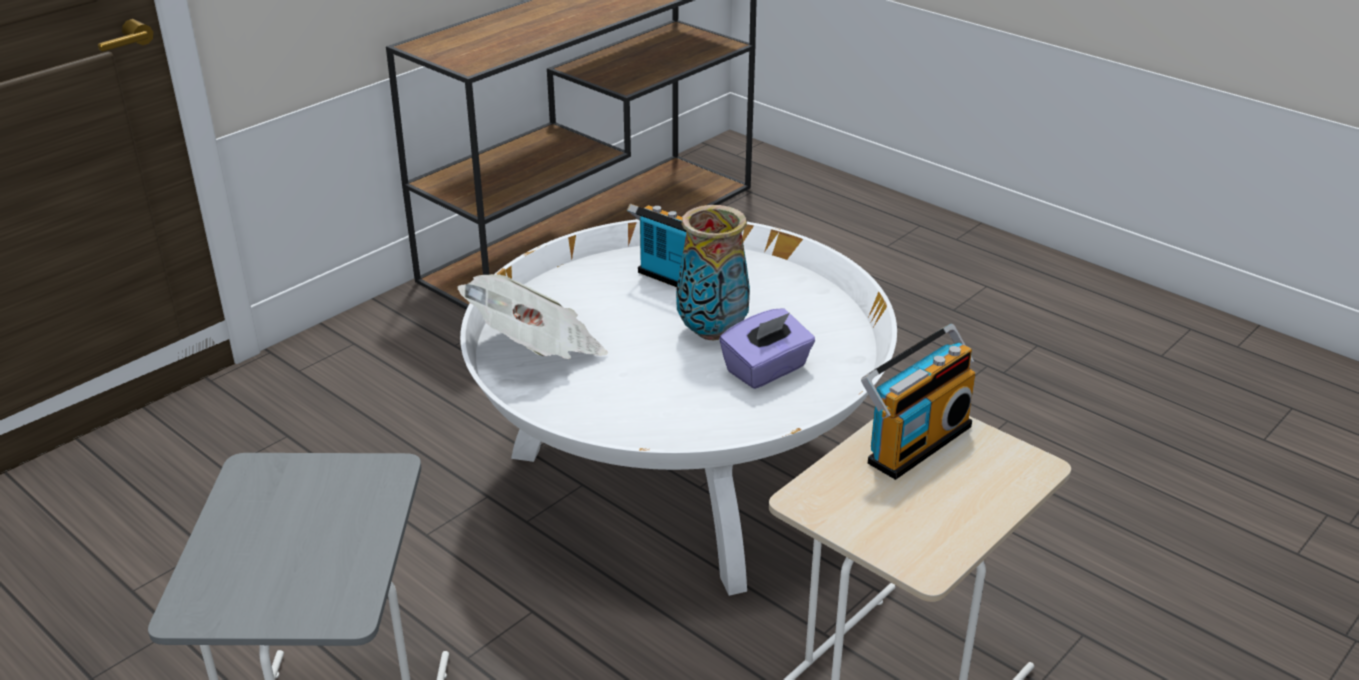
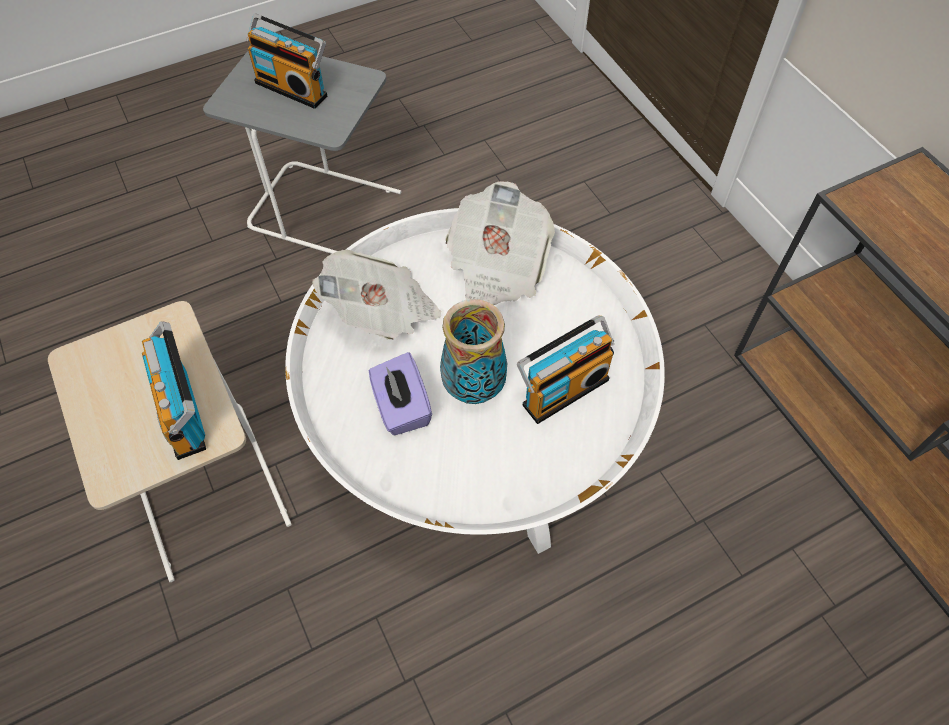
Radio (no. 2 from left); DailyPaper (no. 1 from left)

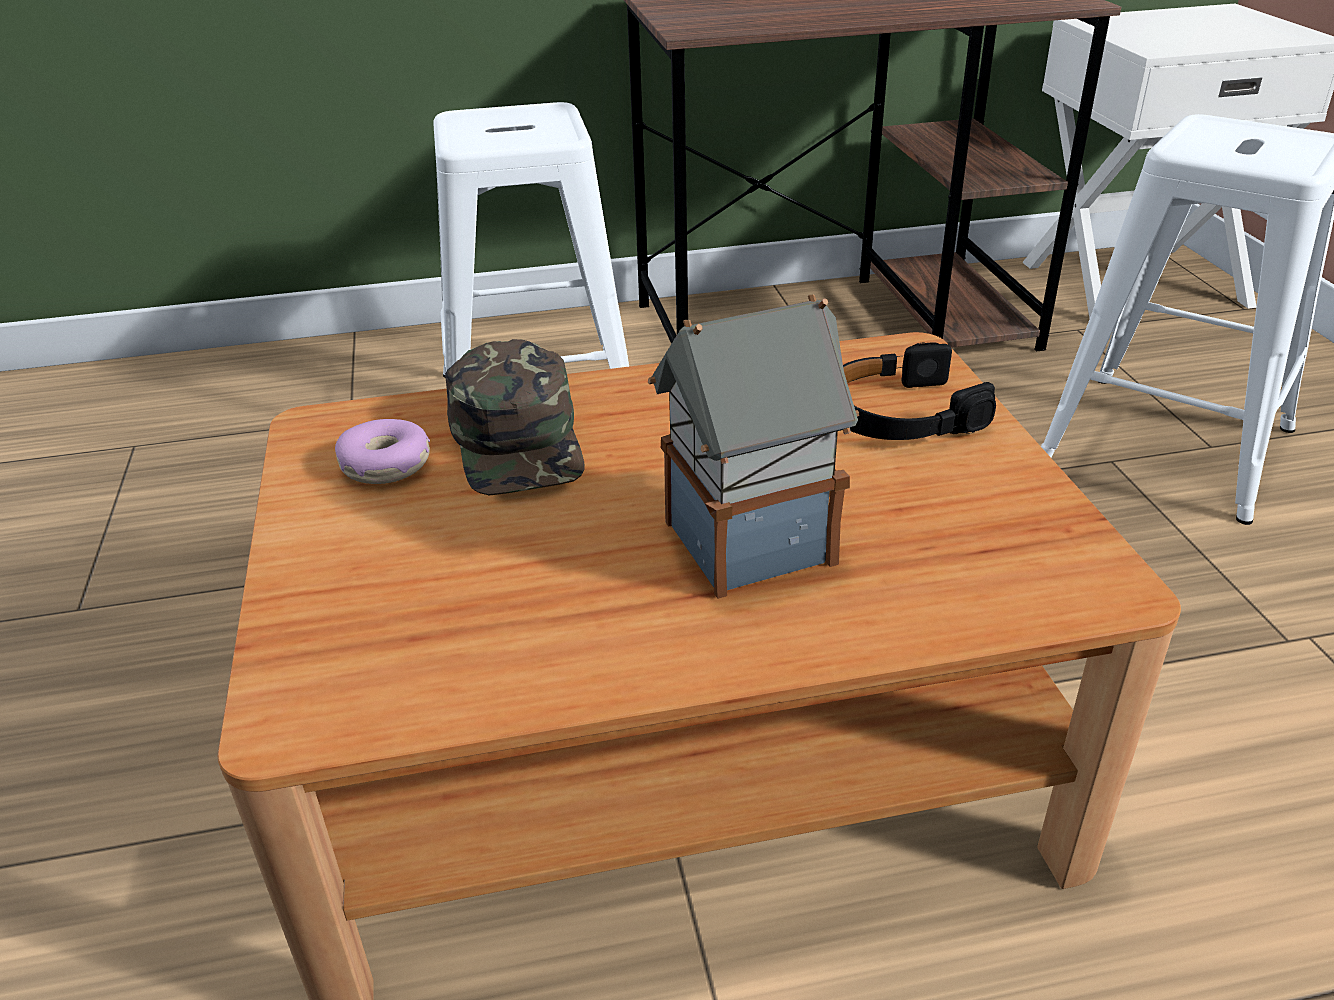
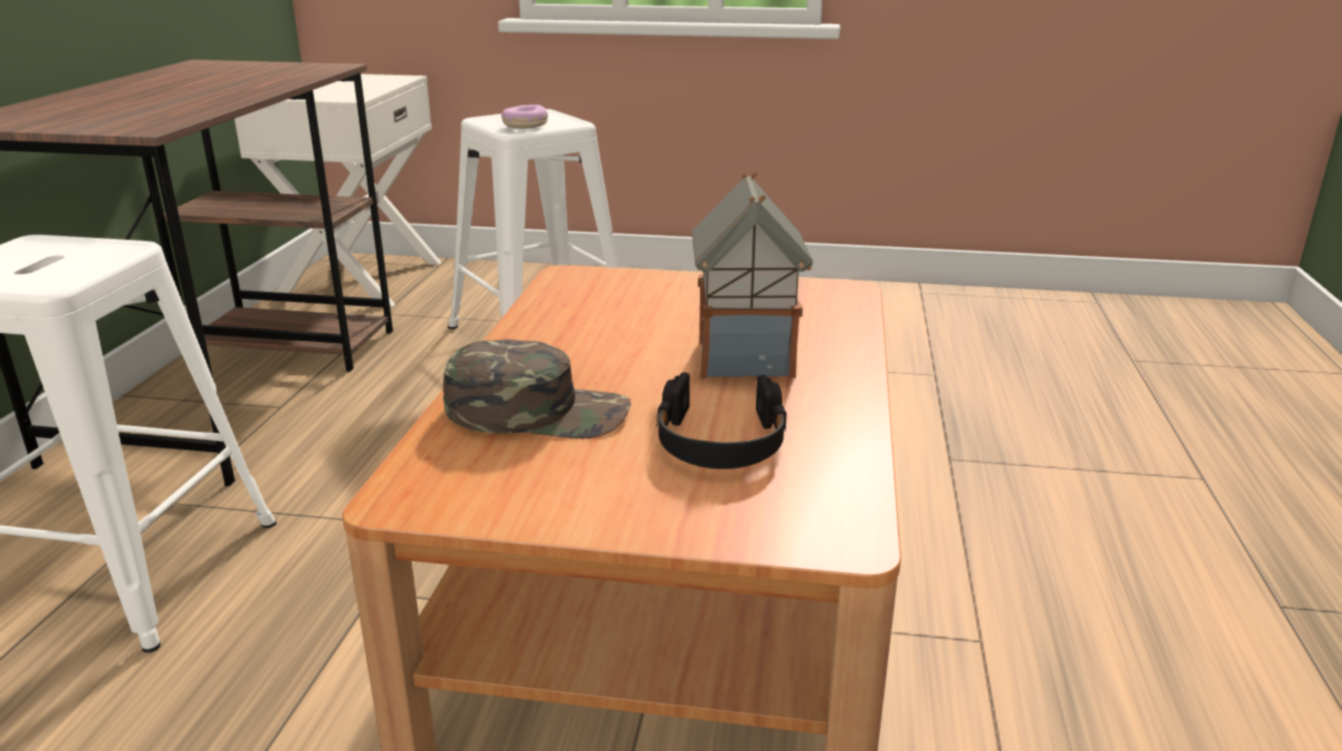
RingDoughnut; BlackPairOfHeadphones

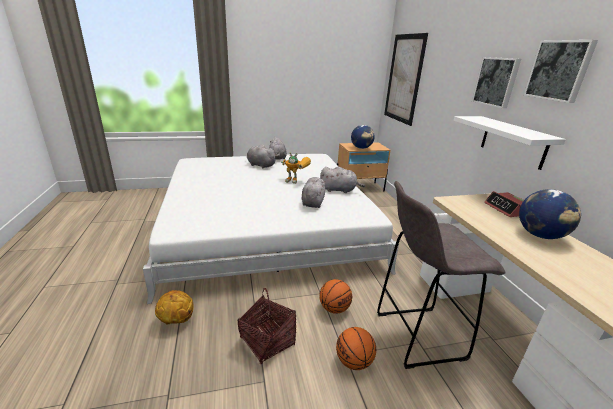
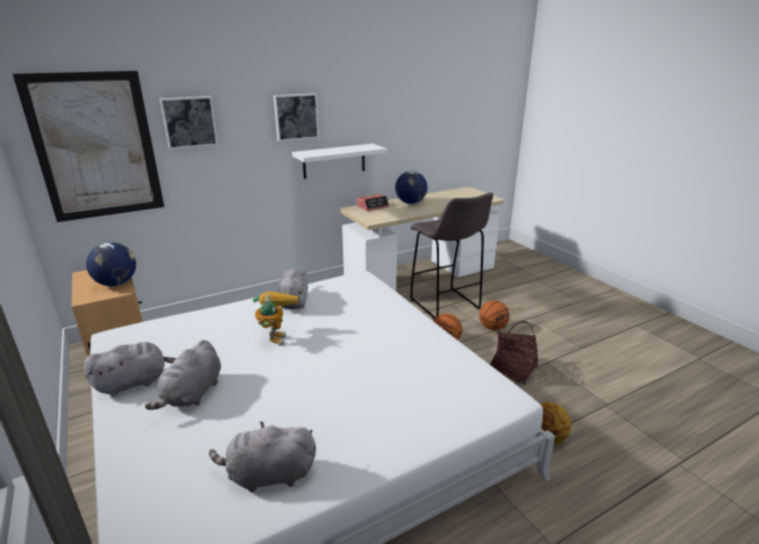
GrayCuddlyToy (no. 3 from left); WallArt (no. 2 from left)

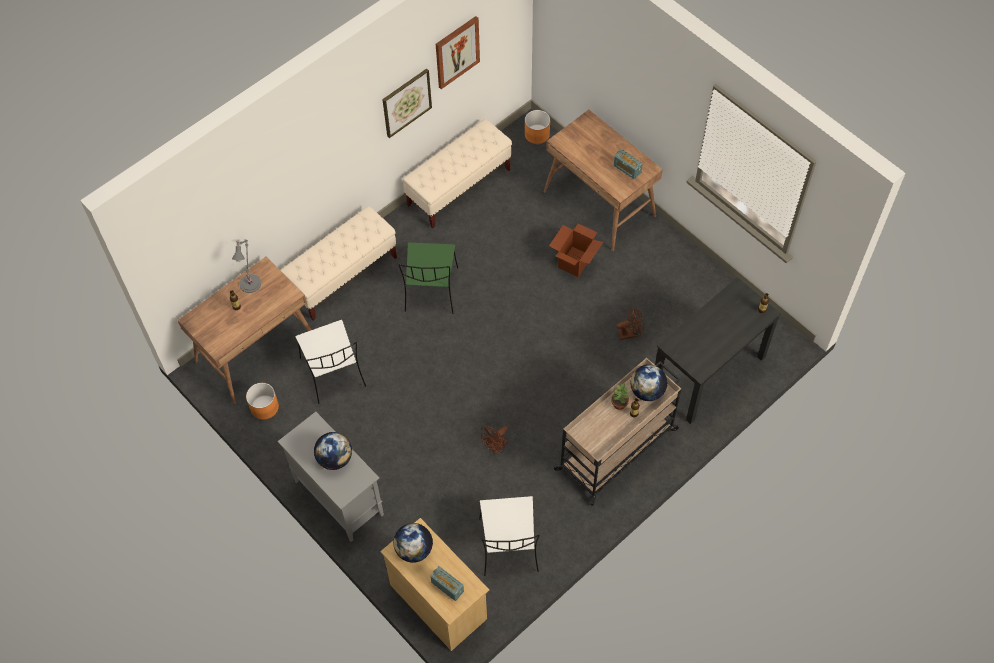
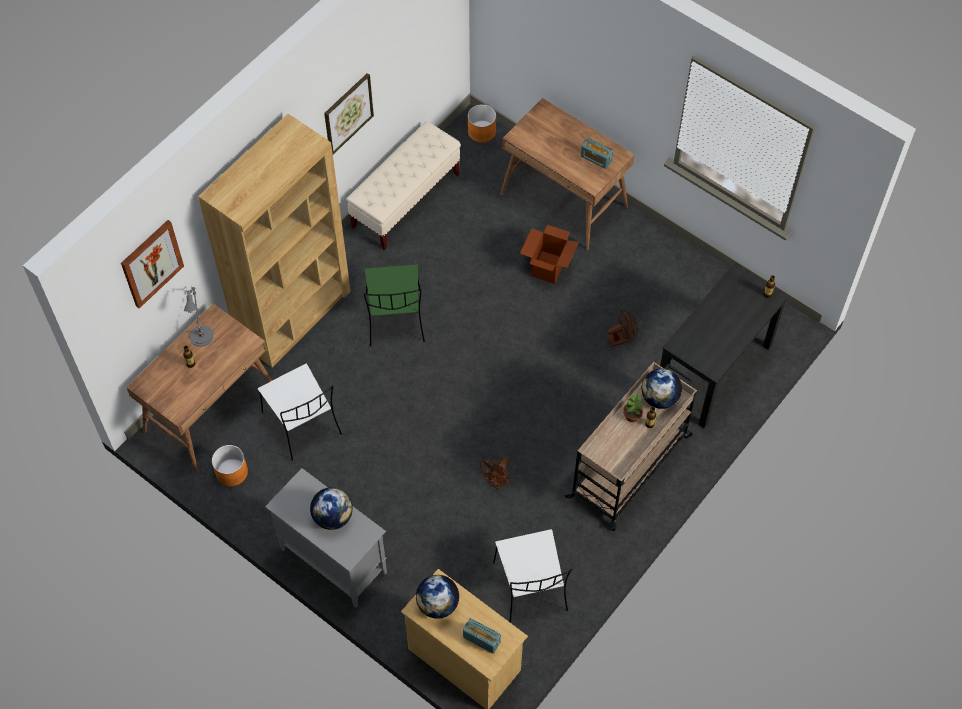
BrownishBookshelf; WallArt (no. 1 from left)

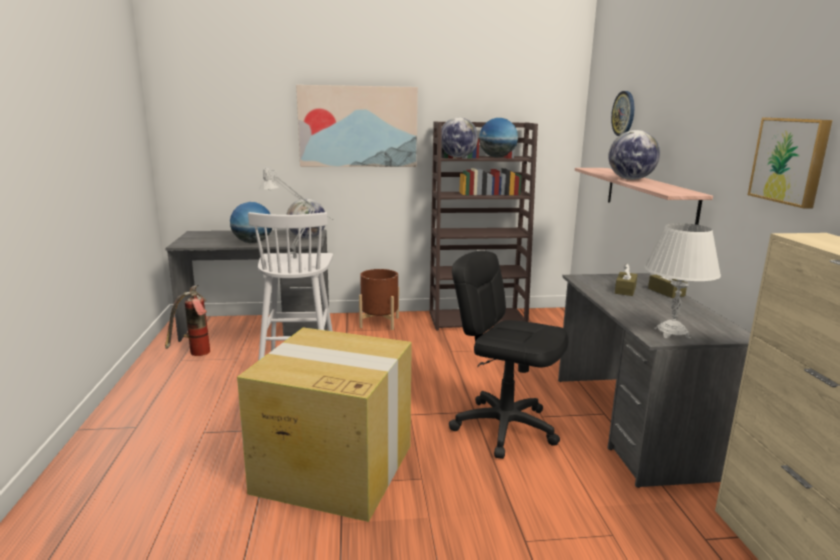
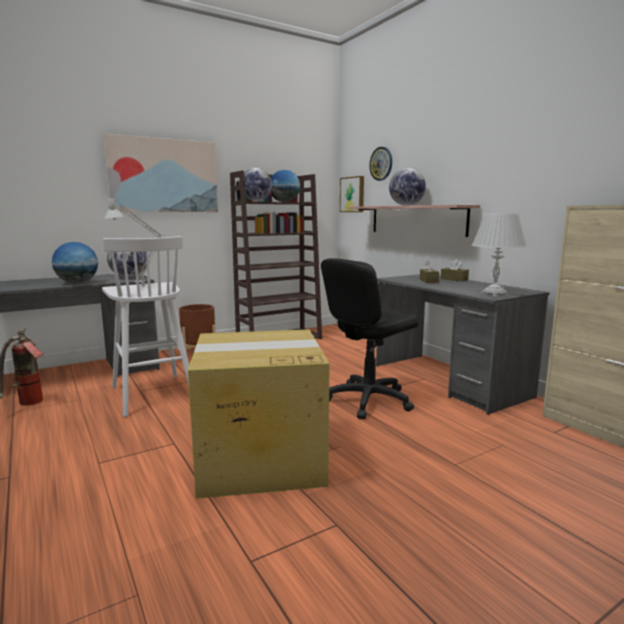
BlackDeskChair; WallArt (no. 2 from left)

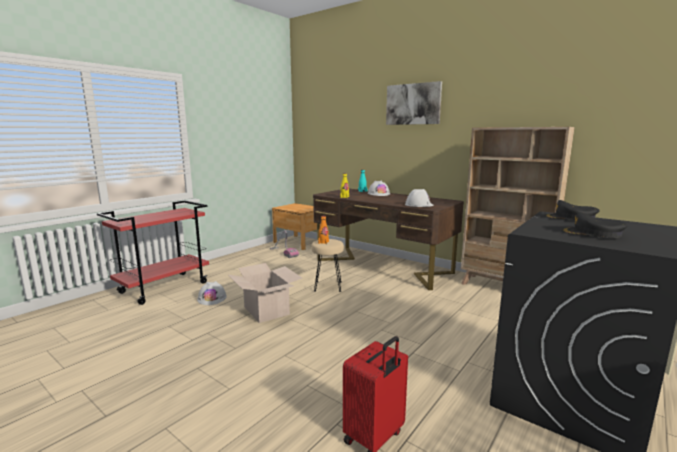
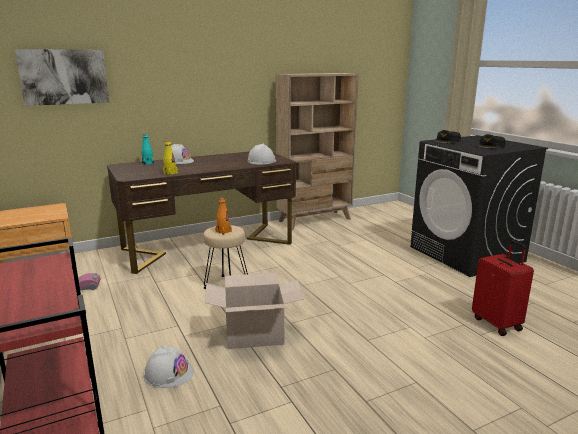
WallArt

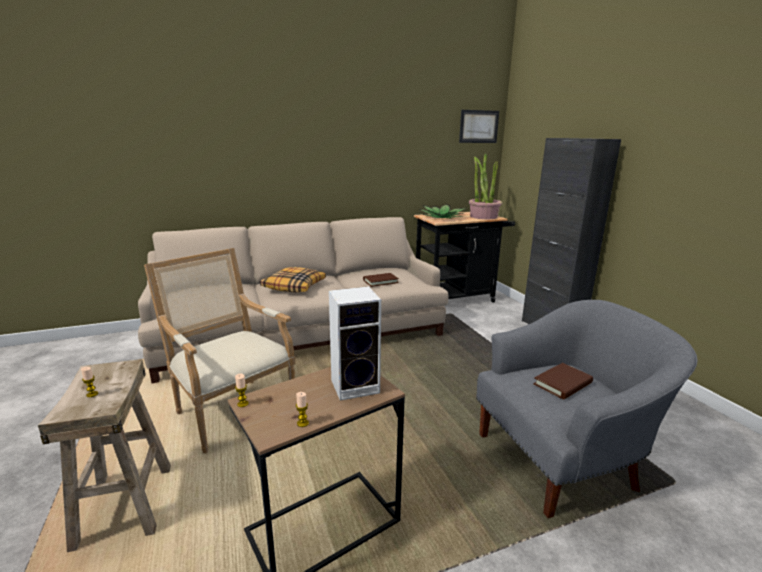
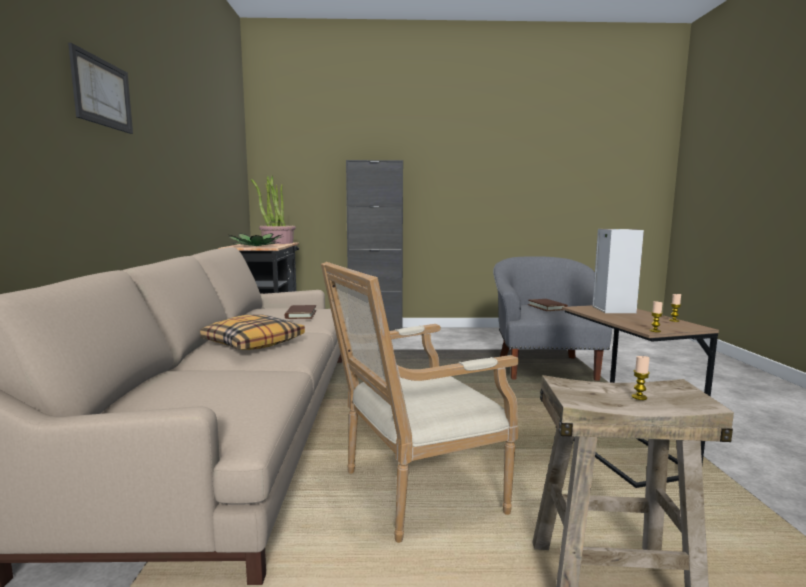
WallArt

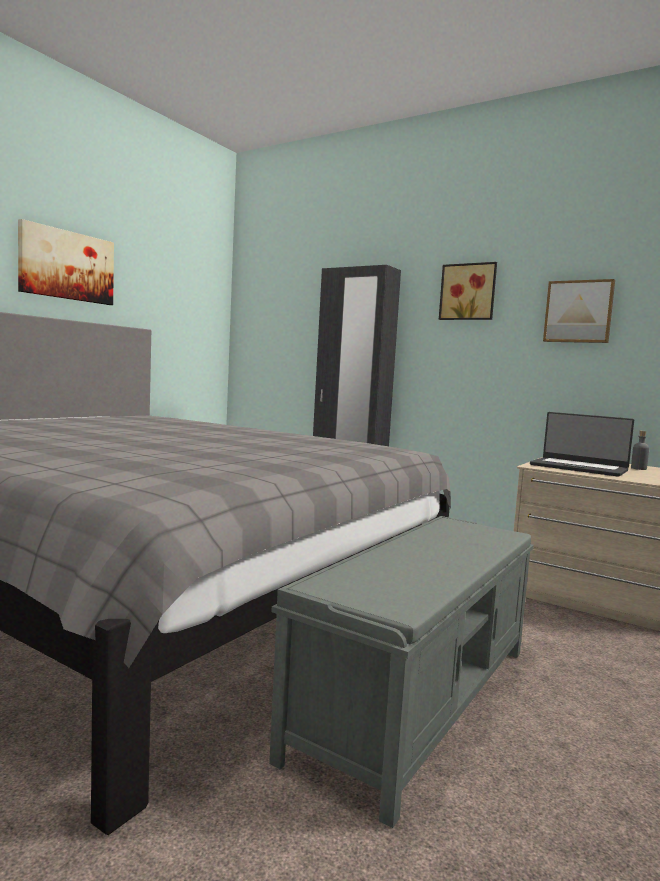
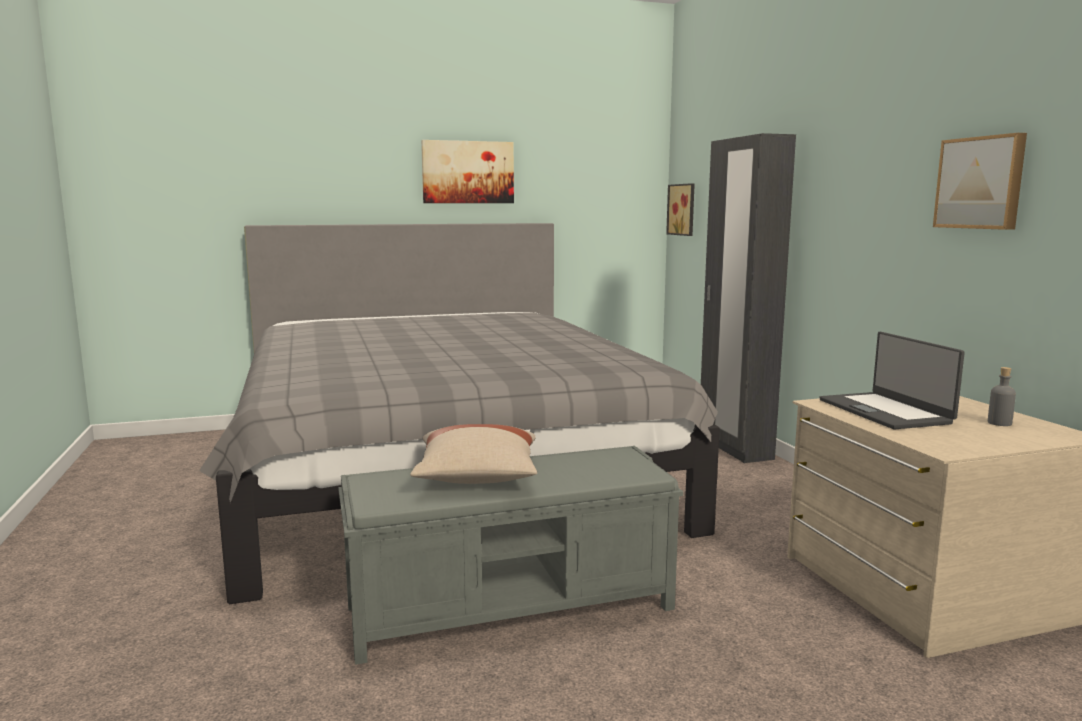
WallArt (no. 2 from left); BeigeThrowPillow

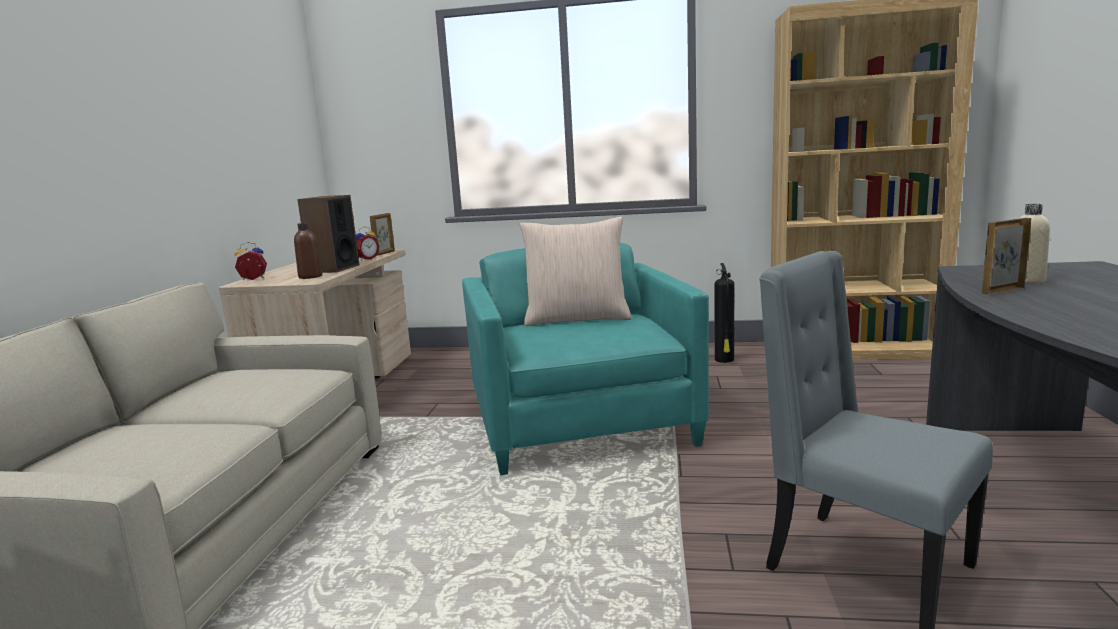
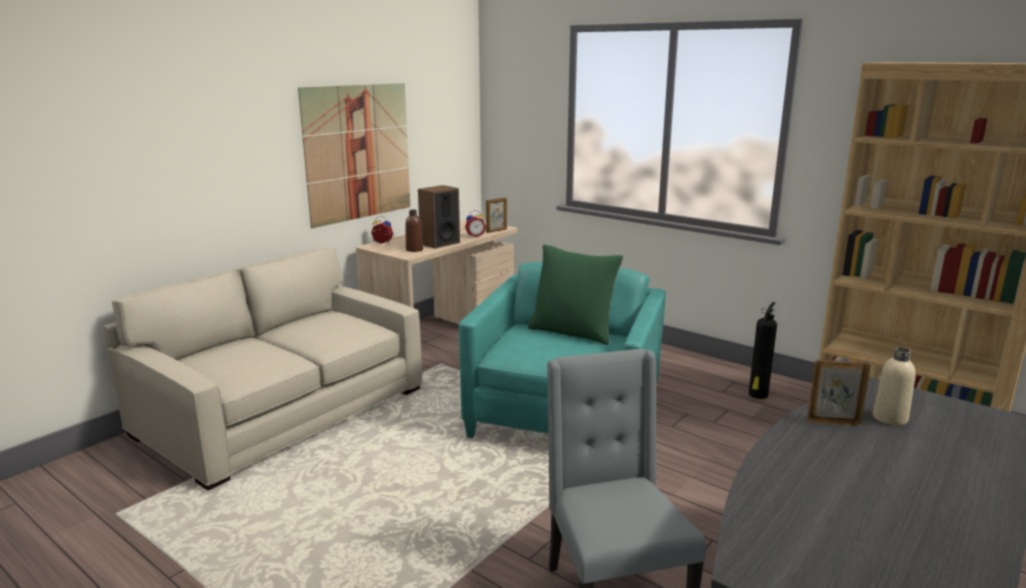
GreenThrowPillow; WallArt

